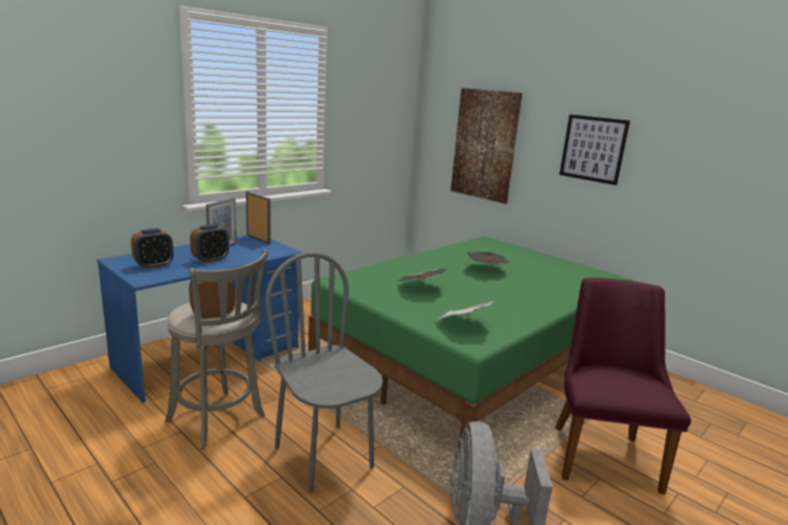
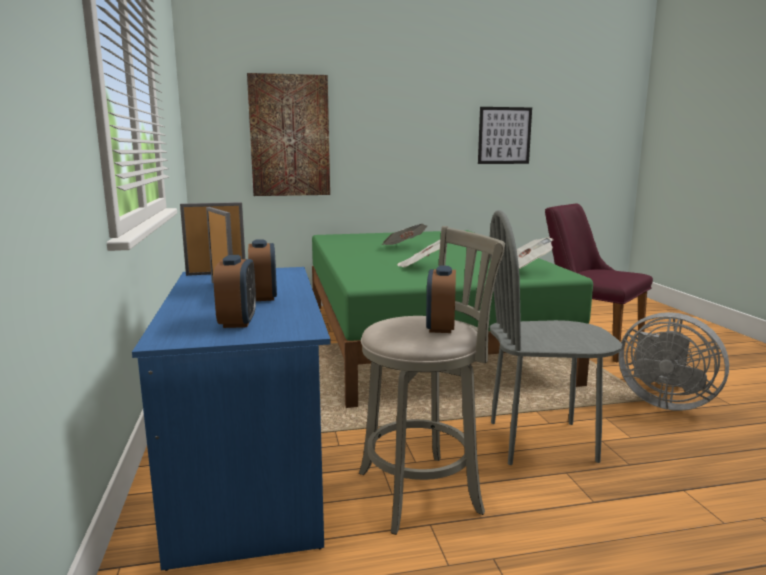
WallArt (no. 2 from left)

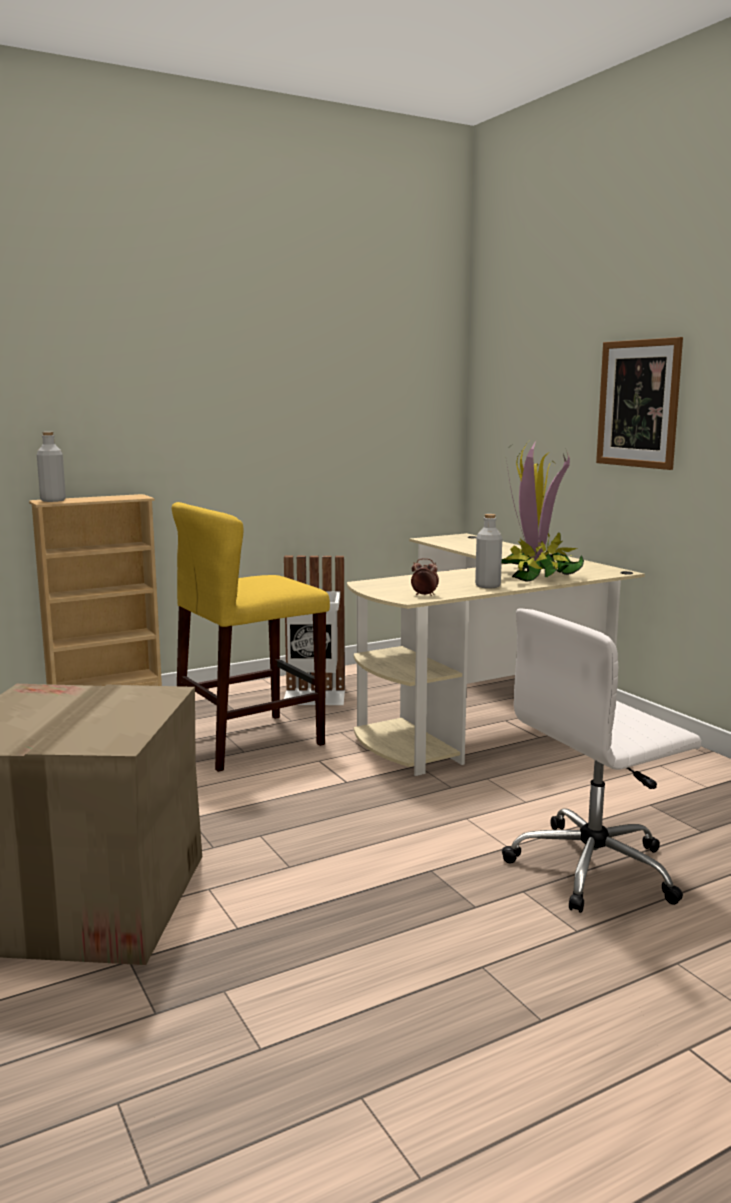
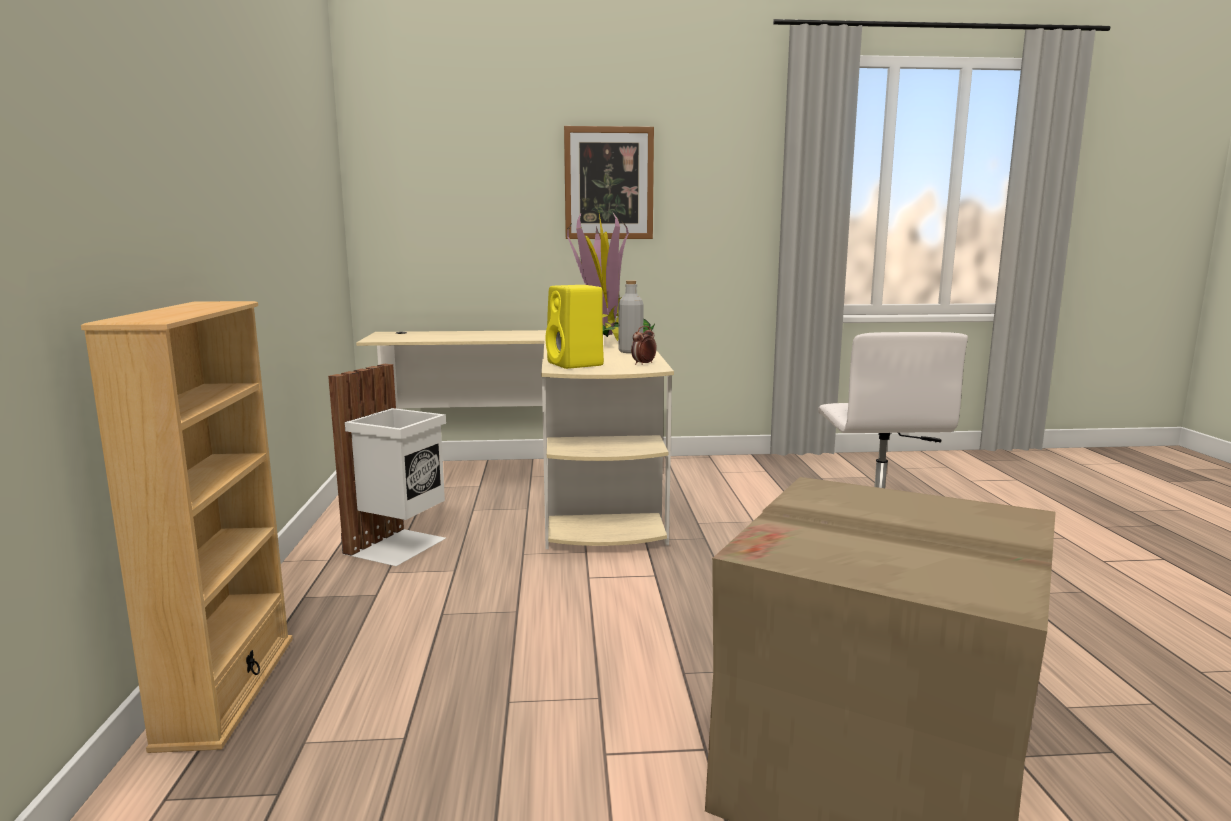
GrayDrinkBottle (no. 1 from left in the first image); YellowSittingStool; YellowLoudspeaker

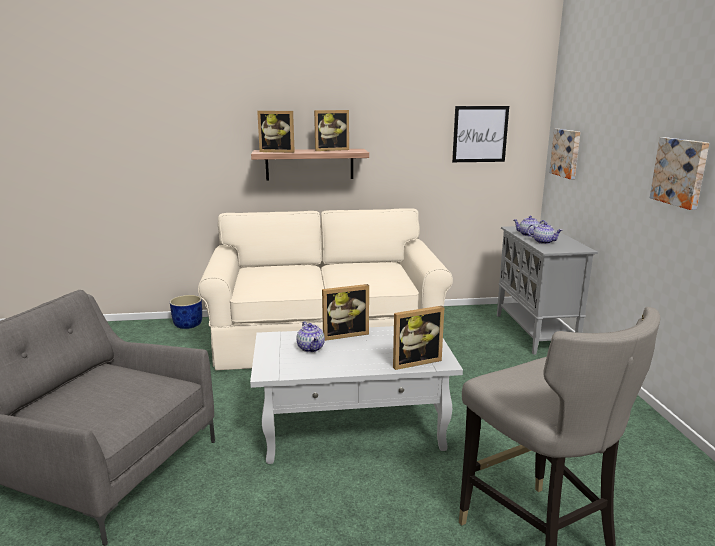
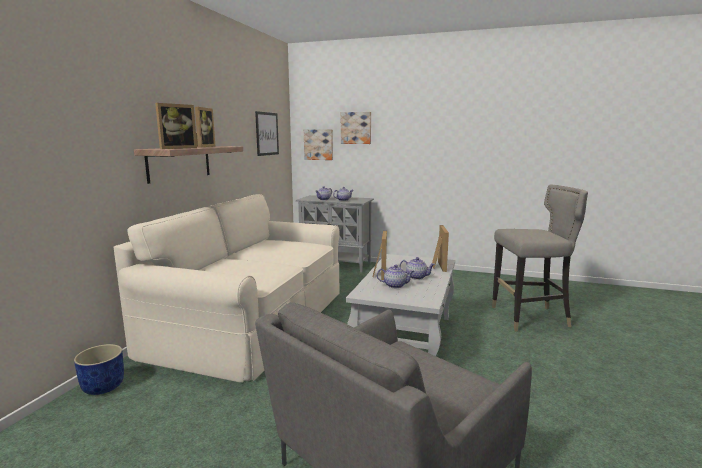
WallArt (no. 3 from left); PotForTea (no. 4 from left)

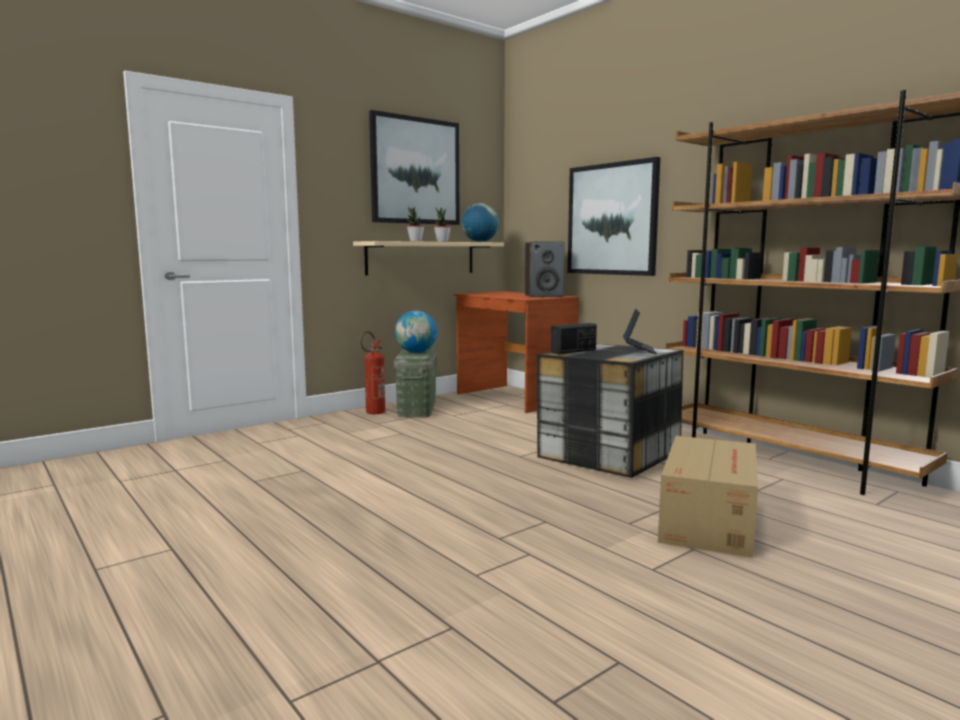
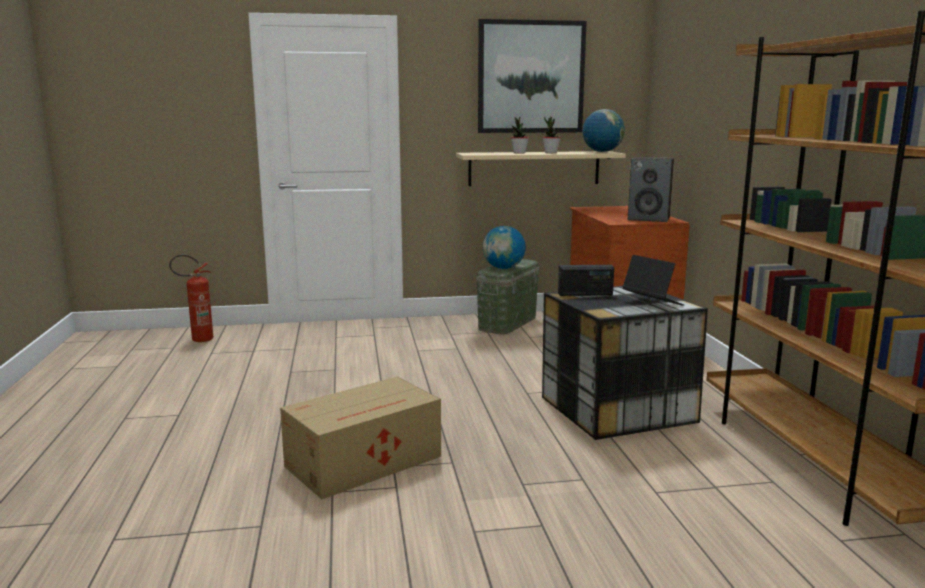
FireFightingCylinder; WallArt (no. 2 from left in the first image); NotebookComputer; Carton

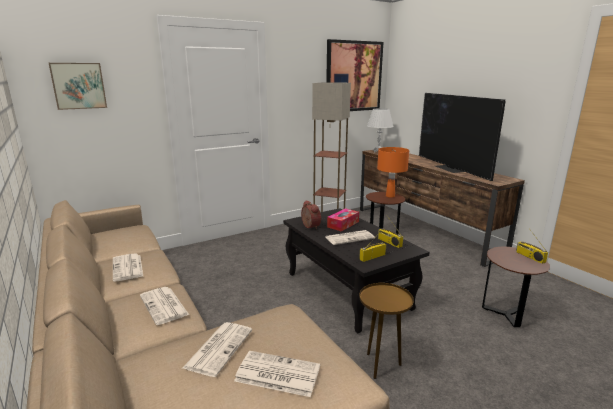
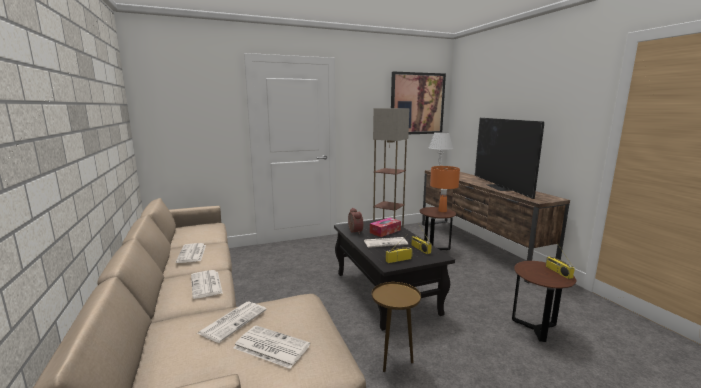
WallArt (no. 1 from left in the first image)

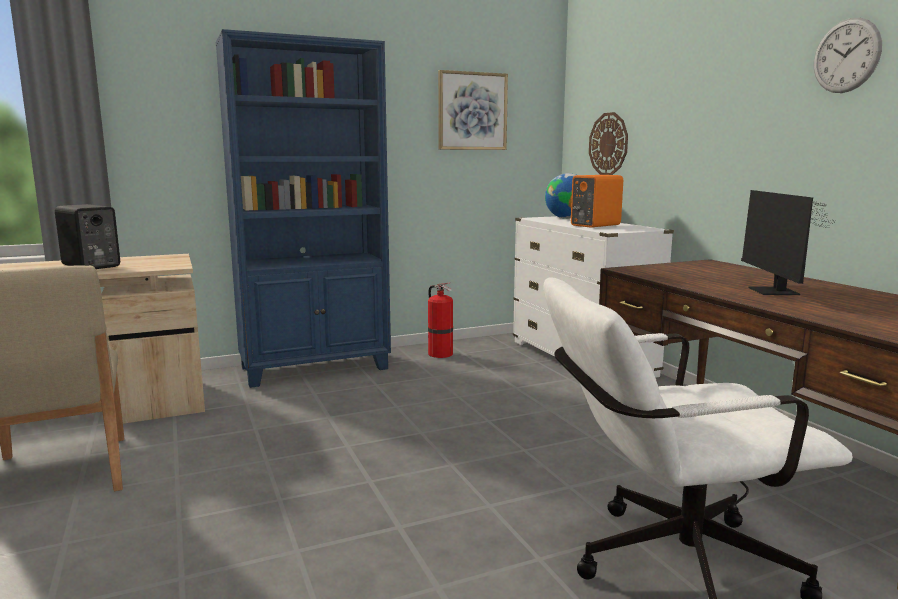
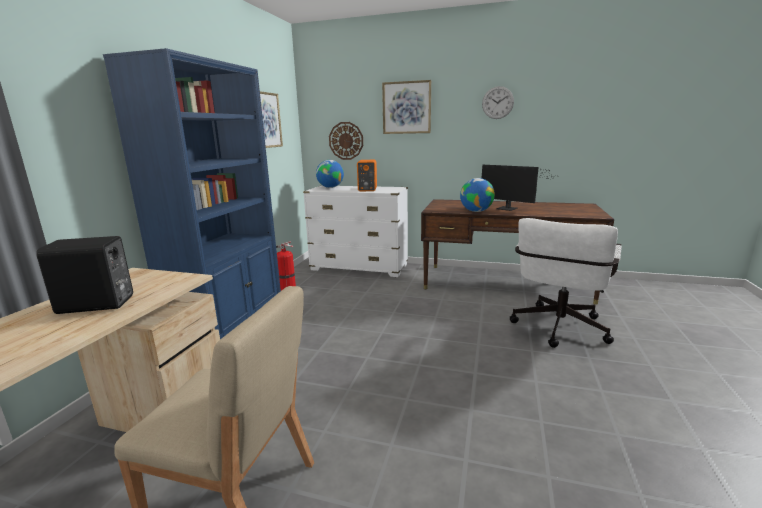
WallArt (no. 2 from left); Globe (no. 2 from left)

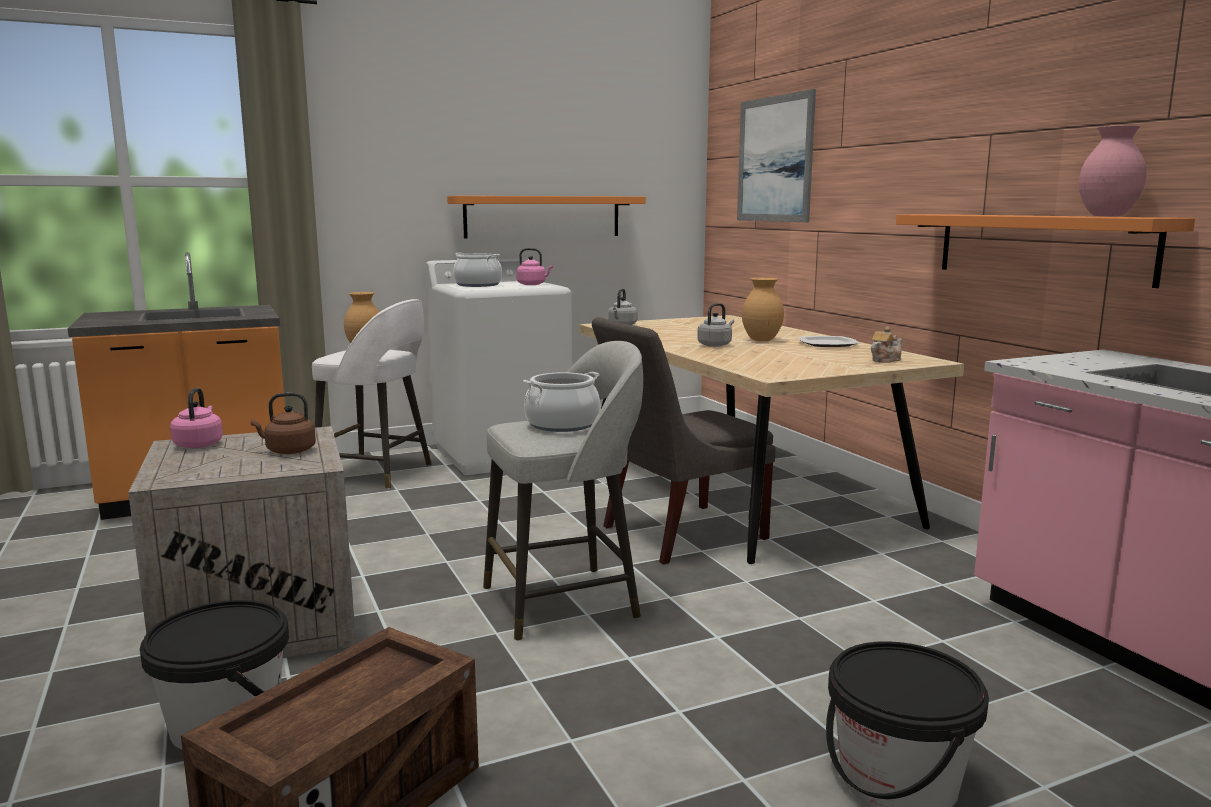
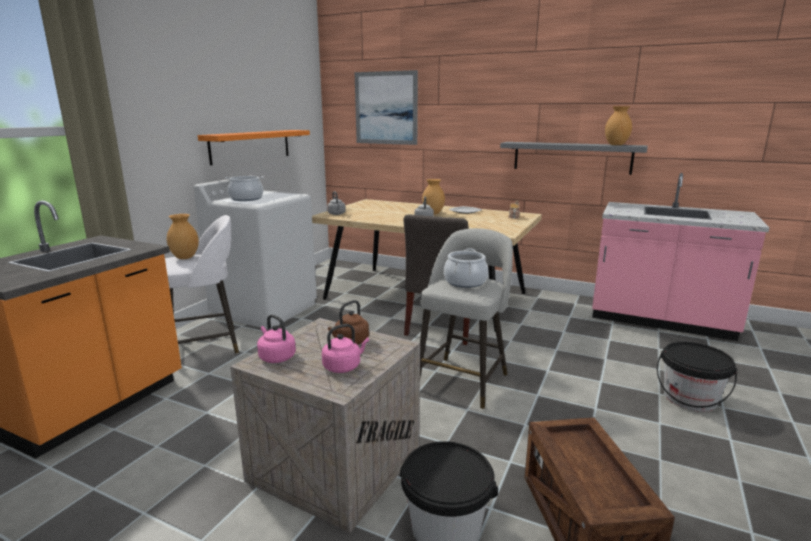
PinkColouredWaterKettle (no. 2 from left); GrayBracketShelf; BrownishDecorativeVase (no. 3 from left)

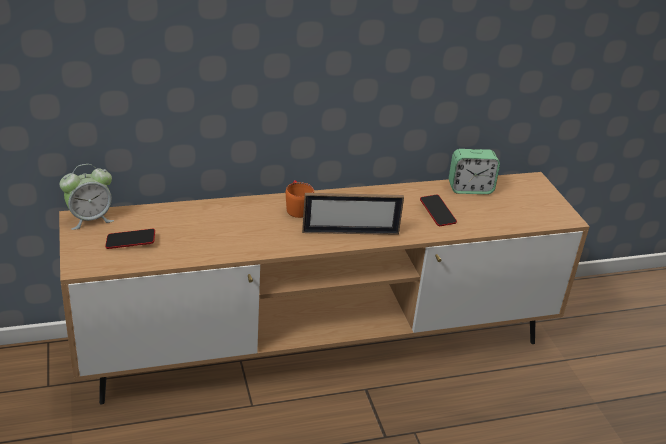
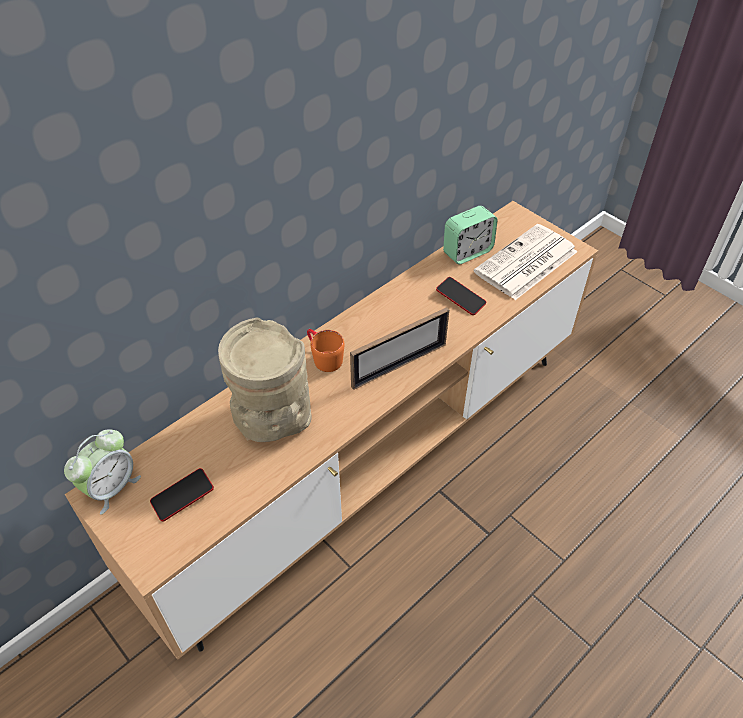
BeigeDecorativeVase; DailyPaper

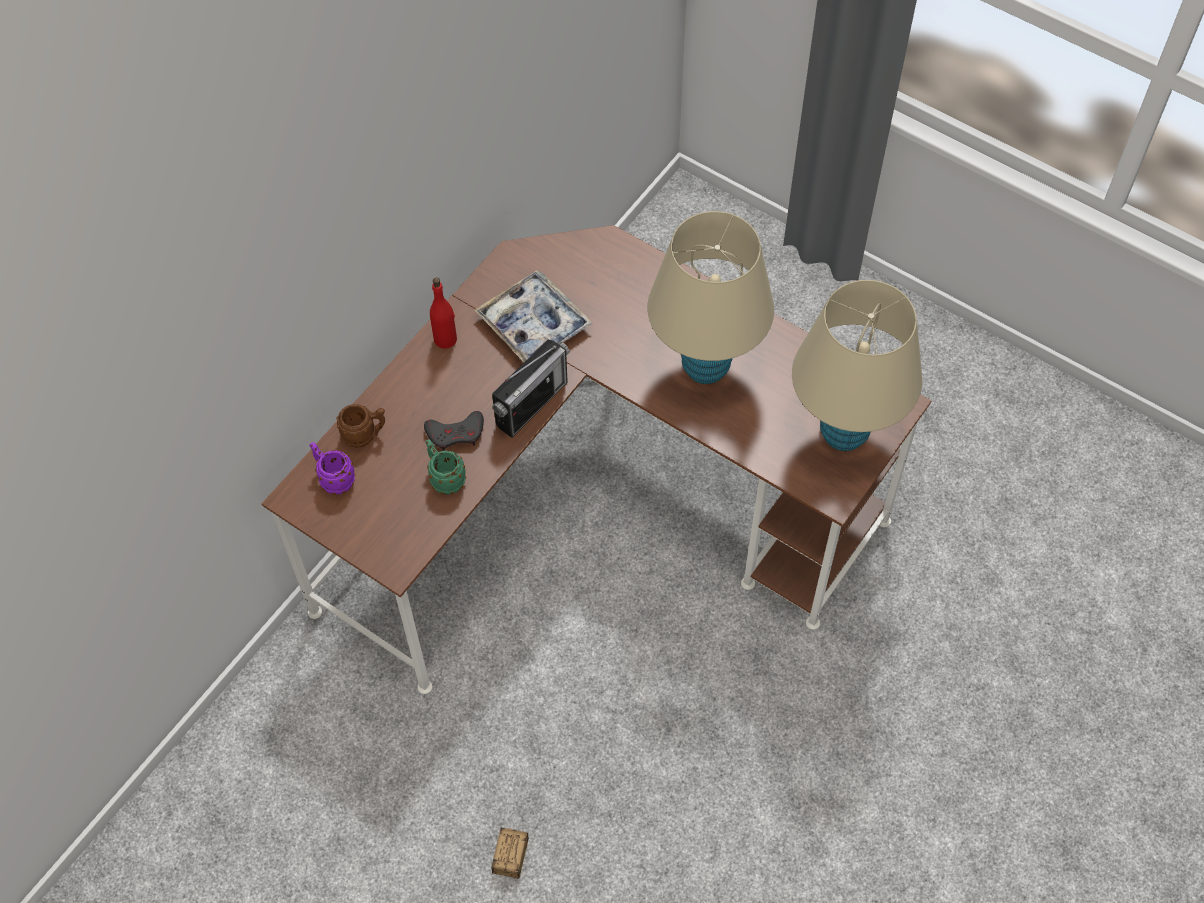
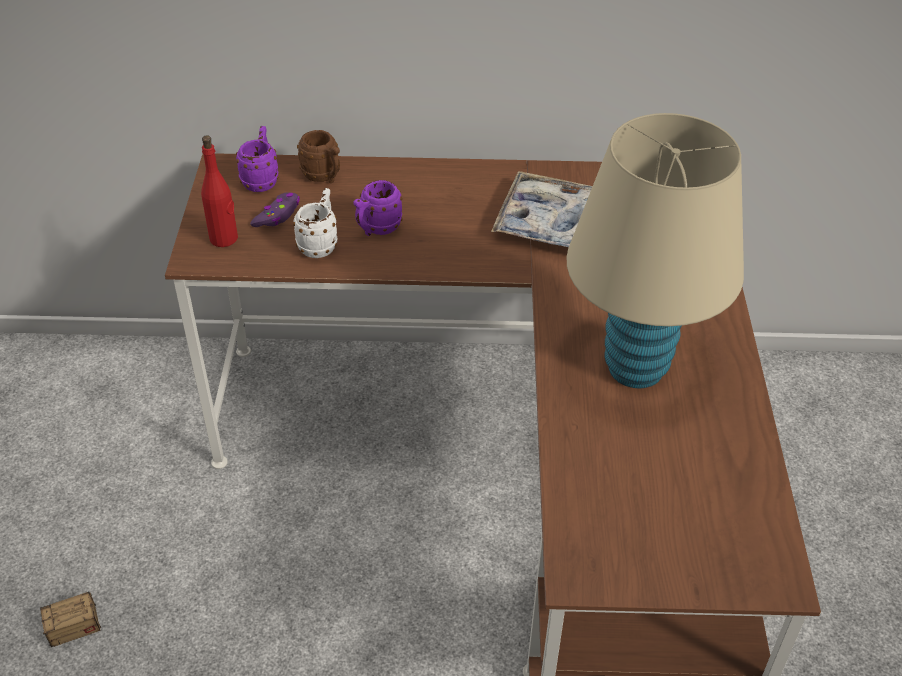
PurplishTeaMug (no. 2 from left); WhiteColouredTeaMug; RedDrinkBottle; Radio; BeigeTabletopLamp (no. 2 from left in the first image); PurplishGameController

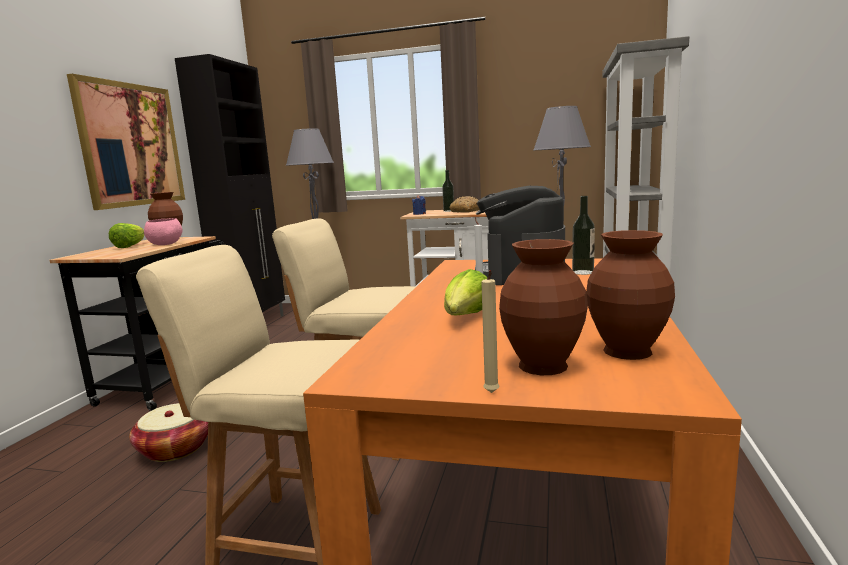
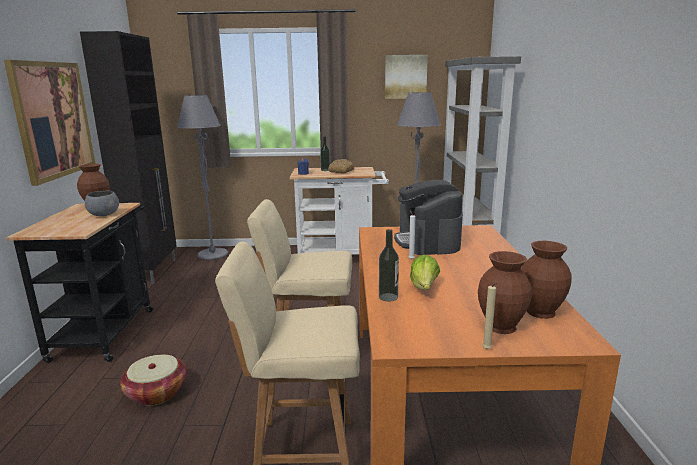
HeadOfLettuce (no. 1 from left in the first image); GrayServingBowl; DrinkBottle (no. 2 from left); WallArt (no. 2 from left)

